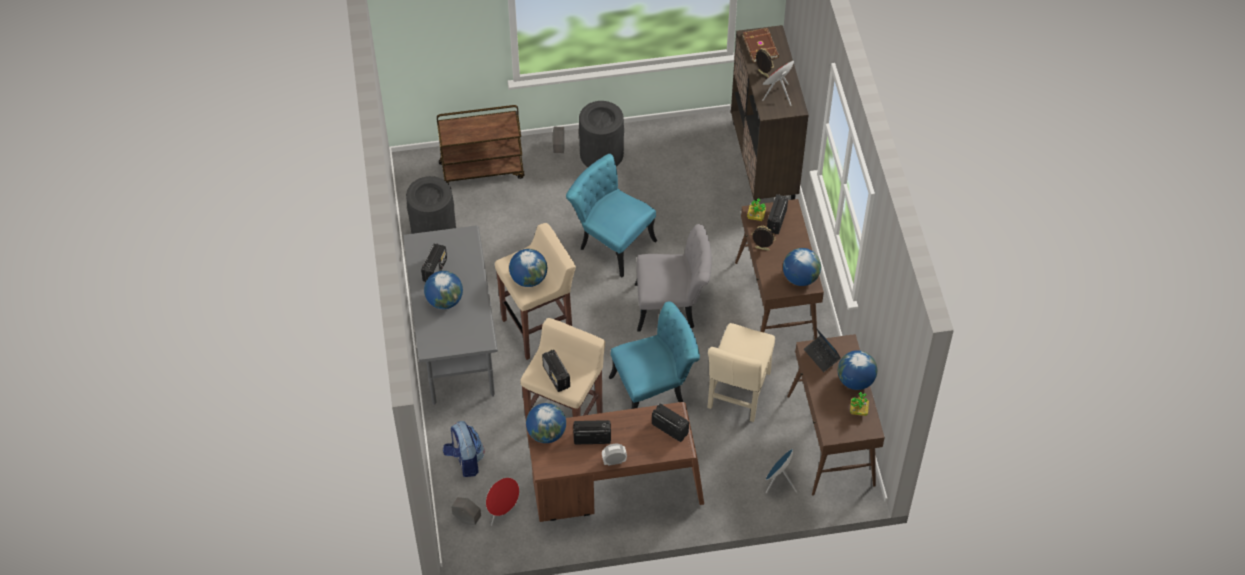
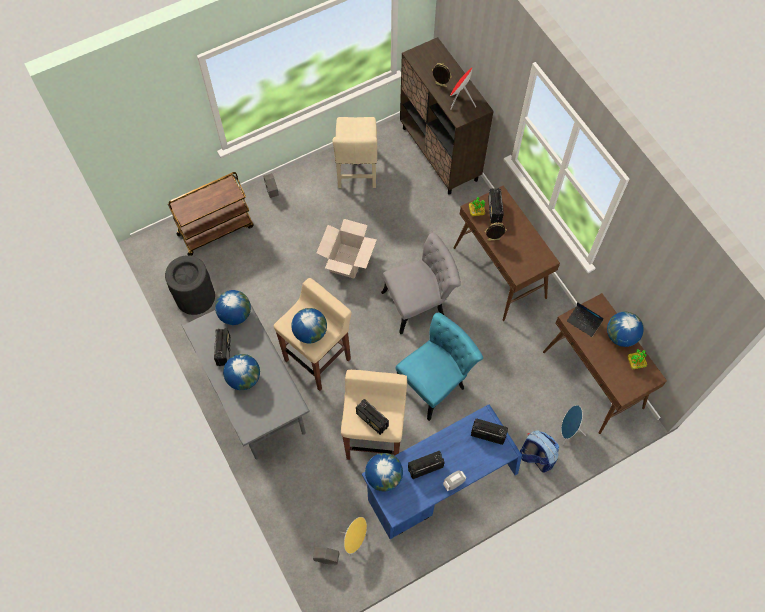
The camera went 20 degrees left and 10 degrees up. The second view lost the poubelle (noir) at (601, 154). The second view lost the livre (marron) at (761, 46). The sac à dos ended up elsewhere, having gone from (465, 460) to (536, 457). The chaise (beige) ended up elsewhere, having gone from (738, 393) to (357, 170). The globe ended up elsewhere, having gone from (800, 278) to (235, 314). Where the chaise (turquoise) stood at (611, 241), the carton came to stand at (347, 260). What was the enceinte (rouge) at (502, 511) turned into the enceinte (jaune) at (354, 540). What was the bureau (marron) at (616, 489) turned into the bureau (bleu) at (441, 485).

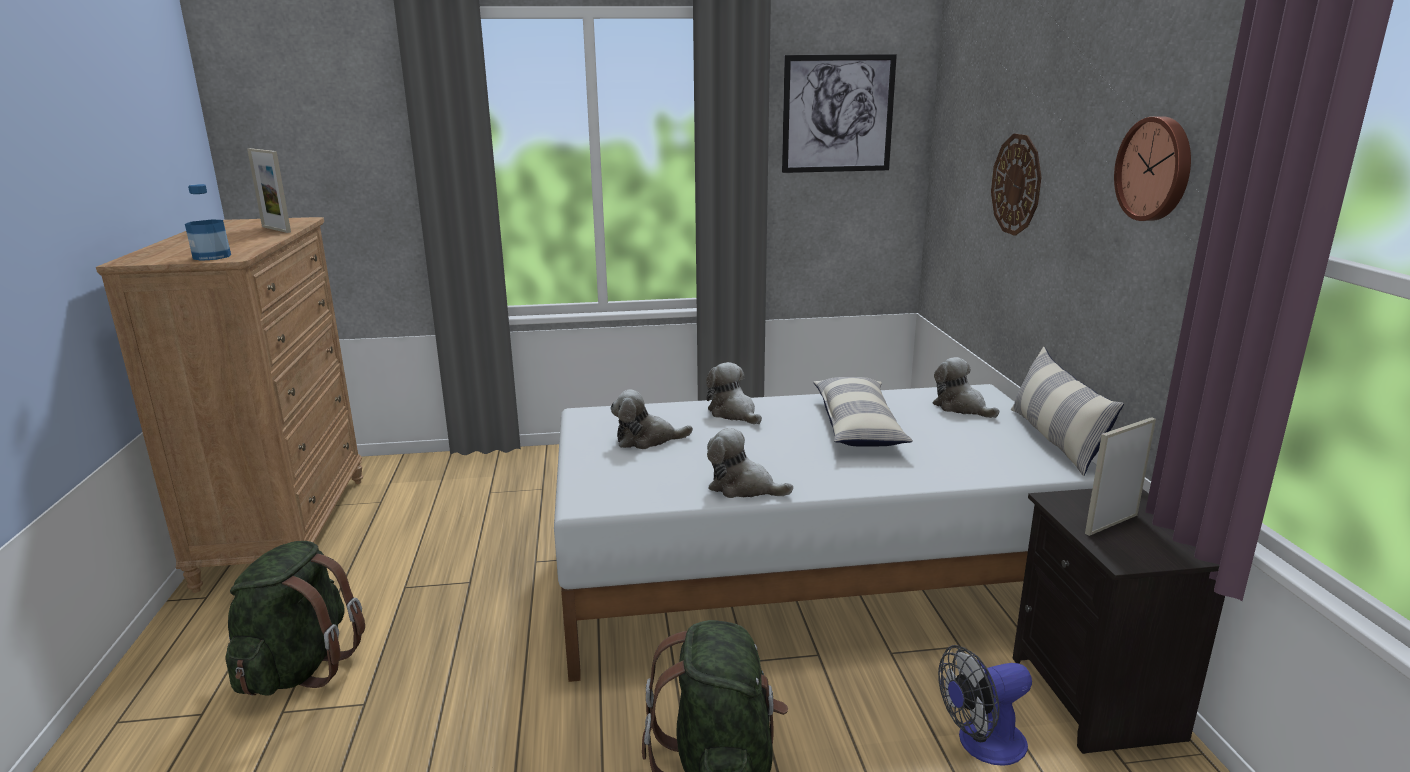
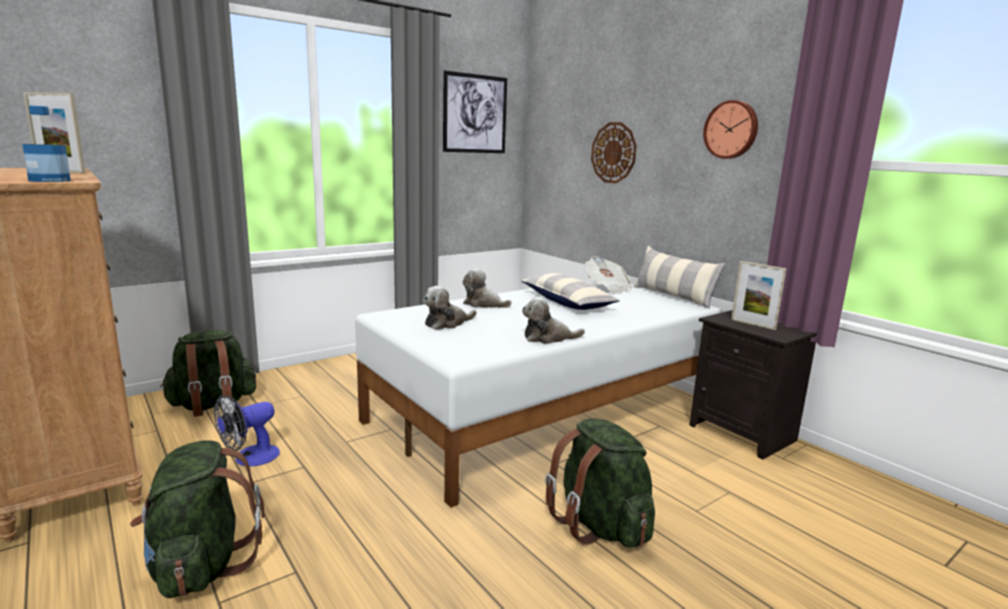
The camera went 30 degrees left and 5 degrees down. The second view gained the sac à dos (vert) at (212, 405). The ventilateur ended up elsewhere, having gone from (981, 744) to (249, 458). Where the peluche stood at (961, 407), the journal came to stand at (607, 288). The cadre photo at (1111, 524) ended up facing another way, 75 degrees counterclockwise from before.

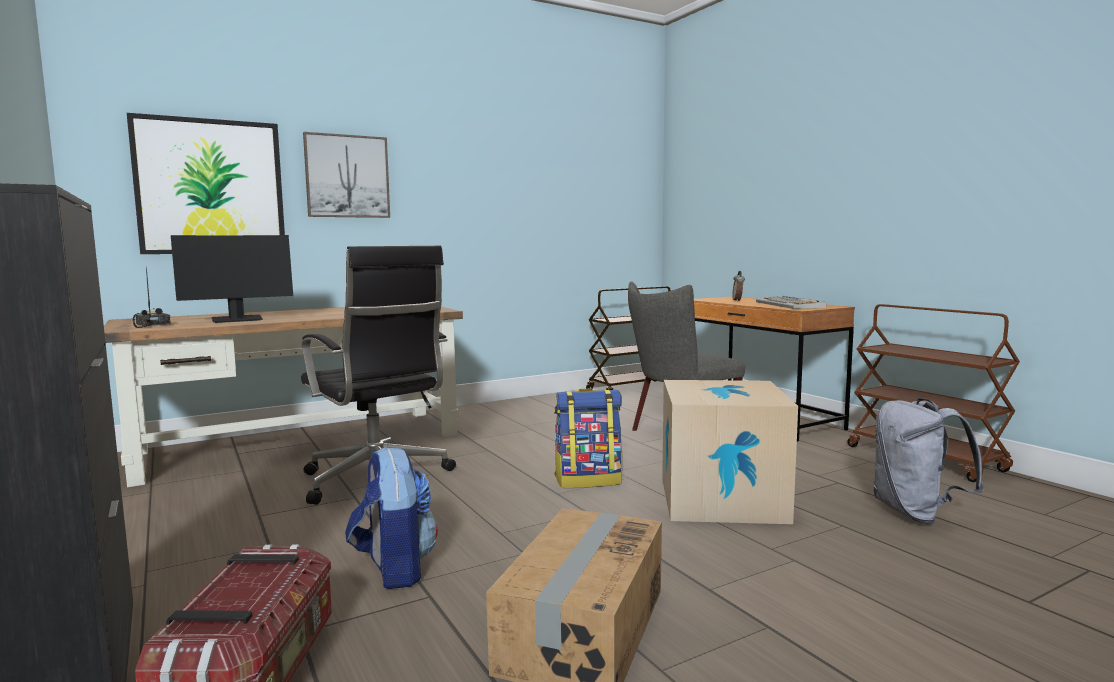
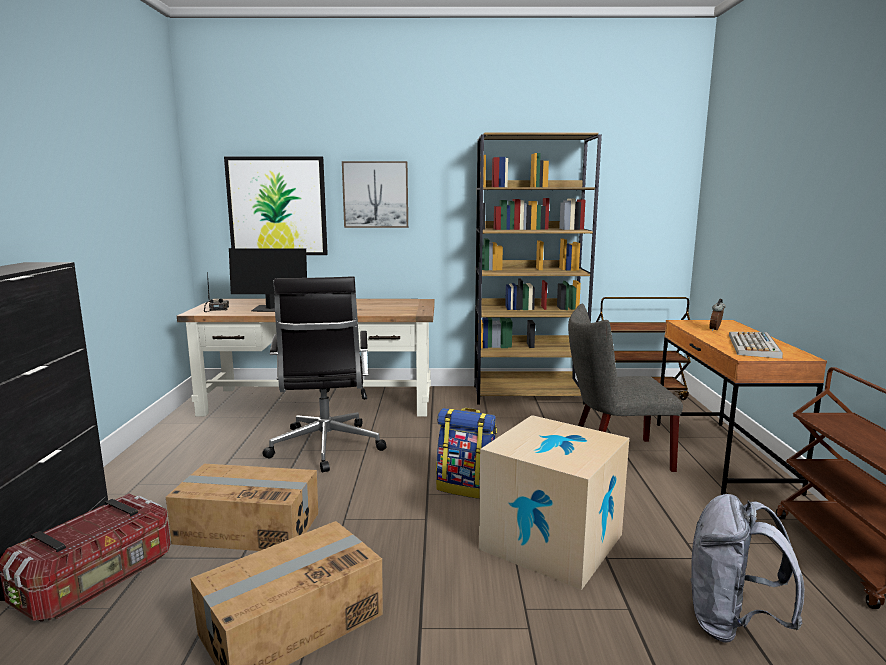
The camera went 30 degrees right and 5 degrees up. The second view gained the bibliothèque (marron) at (528, 395). Where the sac à dos stood at (394, 569), the carton came to stand at (248, 527).

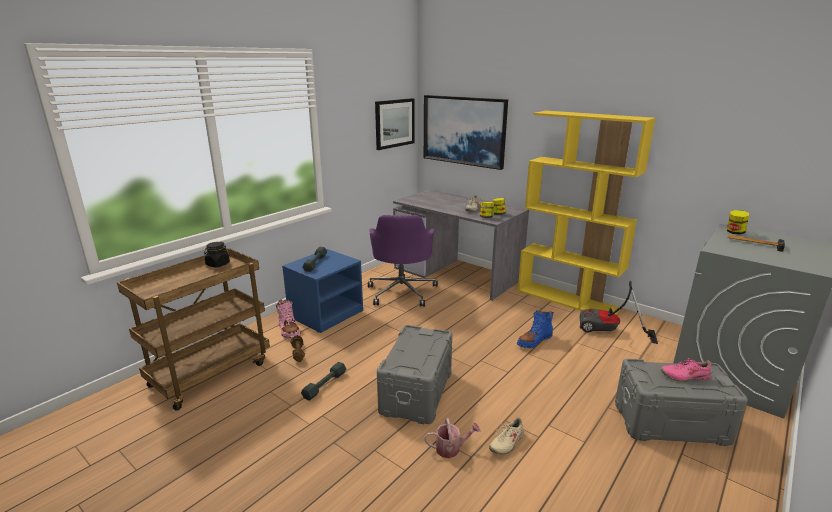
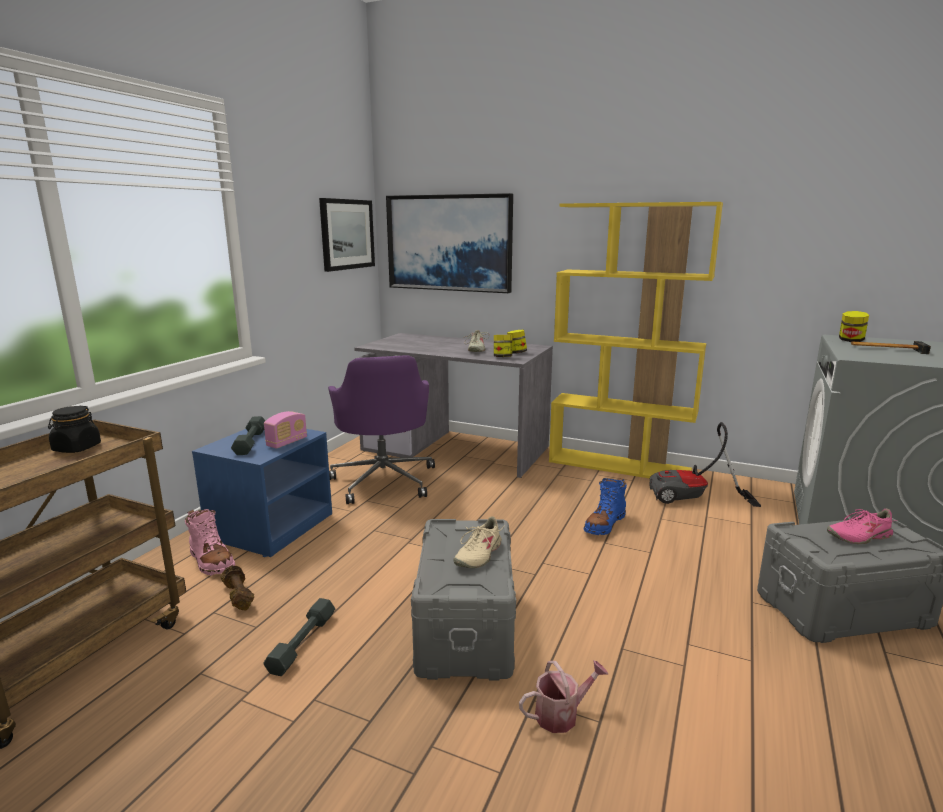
The camera went 15 degrees left and 5 degrees down. The second view gained the radio at (287, 442). The chaussure (beige) ended up elsewhere, having gone from (506, 442) to (478, 555).

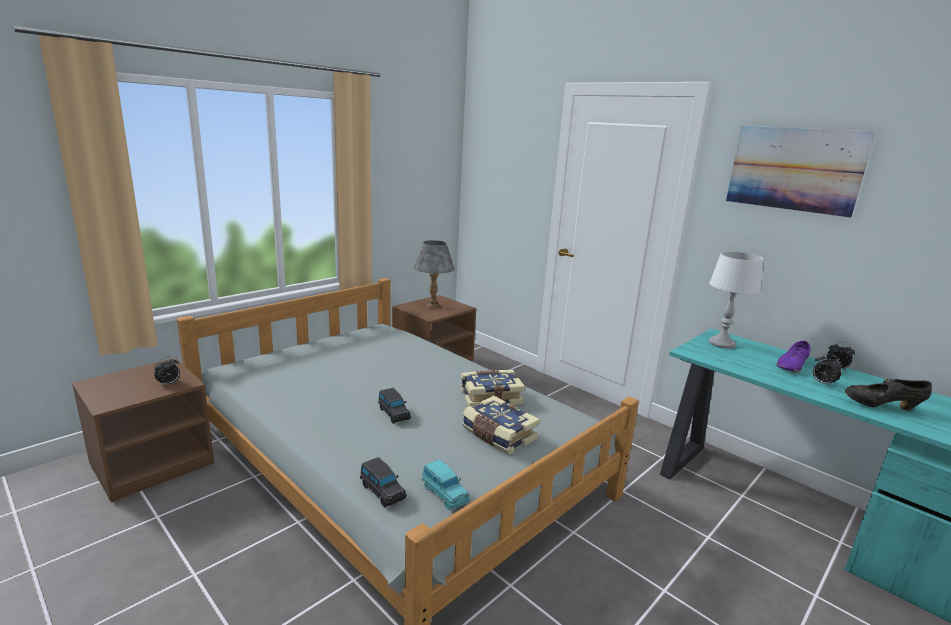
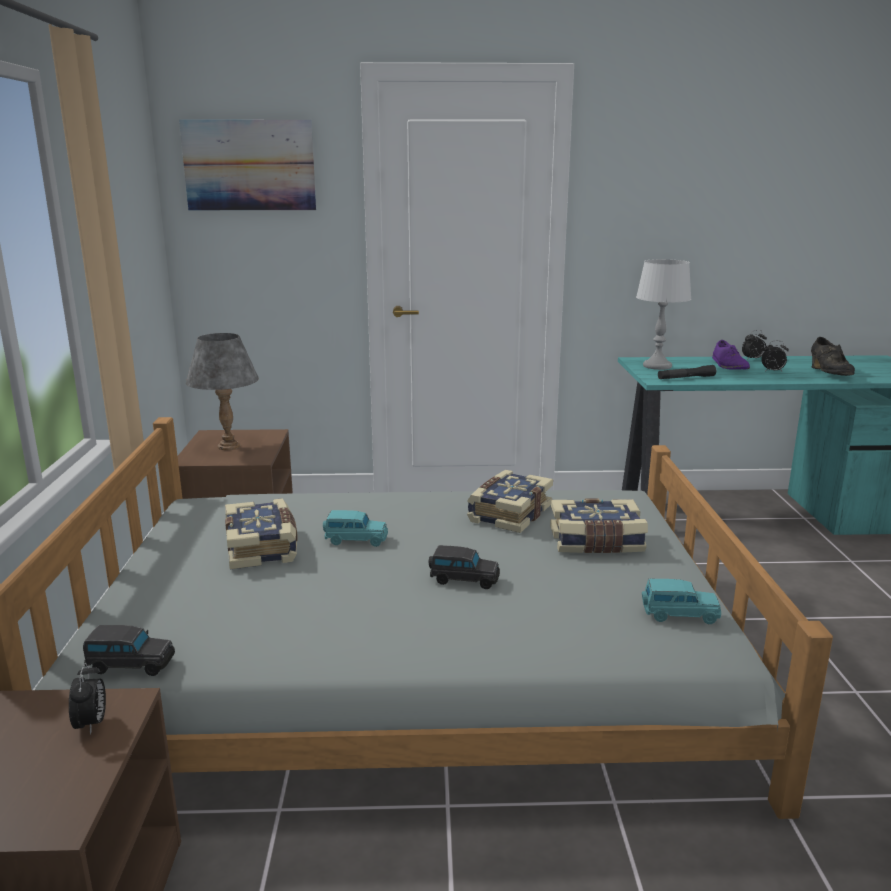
The camera went 45 degrees left and 0 degrees up. The second view gained the livre at (263, 547). The second view gained the petite voiture (turquoise) at (355, 540). The second view gained the lampe de poche (noir) at (686, 378). The petite voiture (noir) ended up elsewhere, having gone from (382, 491) to (130, 665). The tableau ended up elsewhere, having gone from (794, 169) to (249, 165). The chaussure (noir) at (881, 406) ended up facing another way, 60 degrees counterclockwise from before.

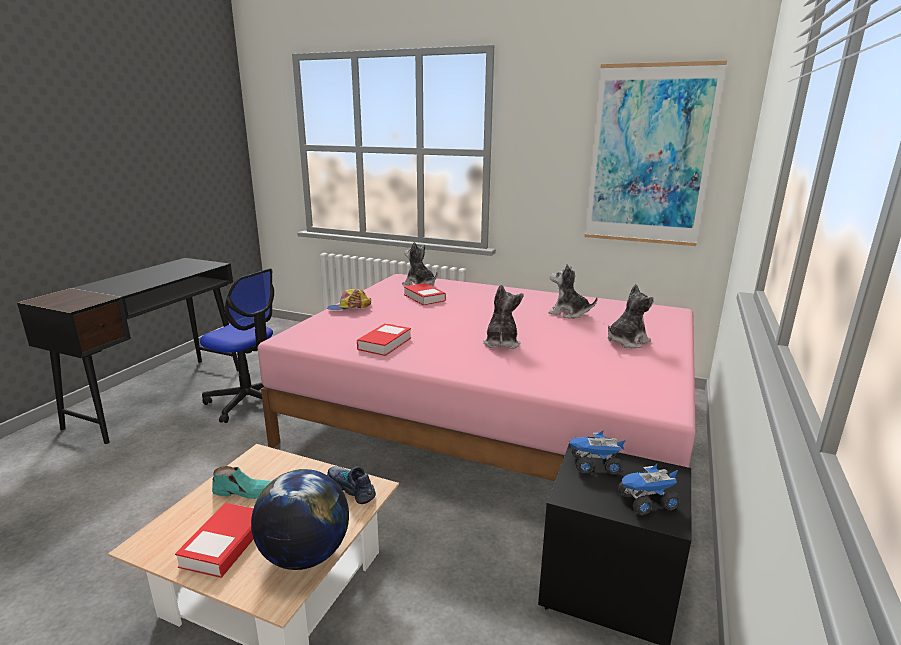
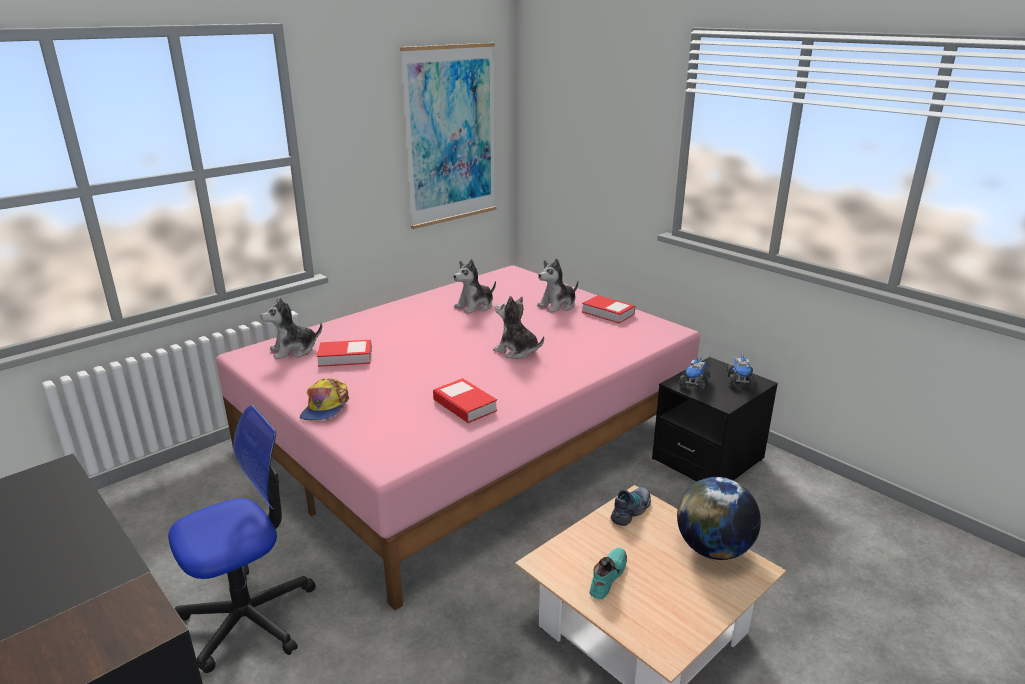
The camera went 65 degrees left and 5 degrees up. The livre ended up elsewhere, having gone from (225, 544) to (608, 313). The chaussure at (351, 488) ended up facing another way, 150 degrees clockwise from before. The peluche at (626, 341) ended up facing another way, 120 degrees counterclockwise from before.

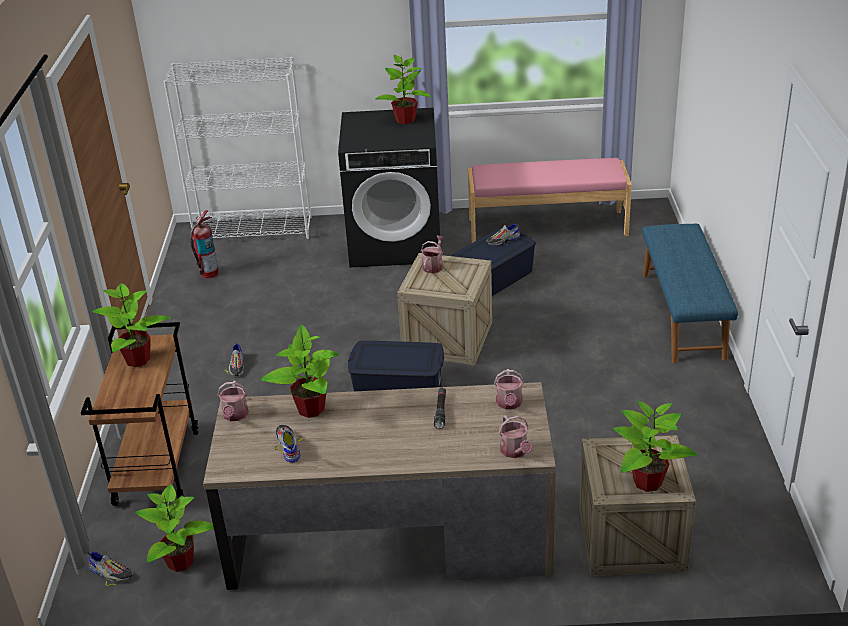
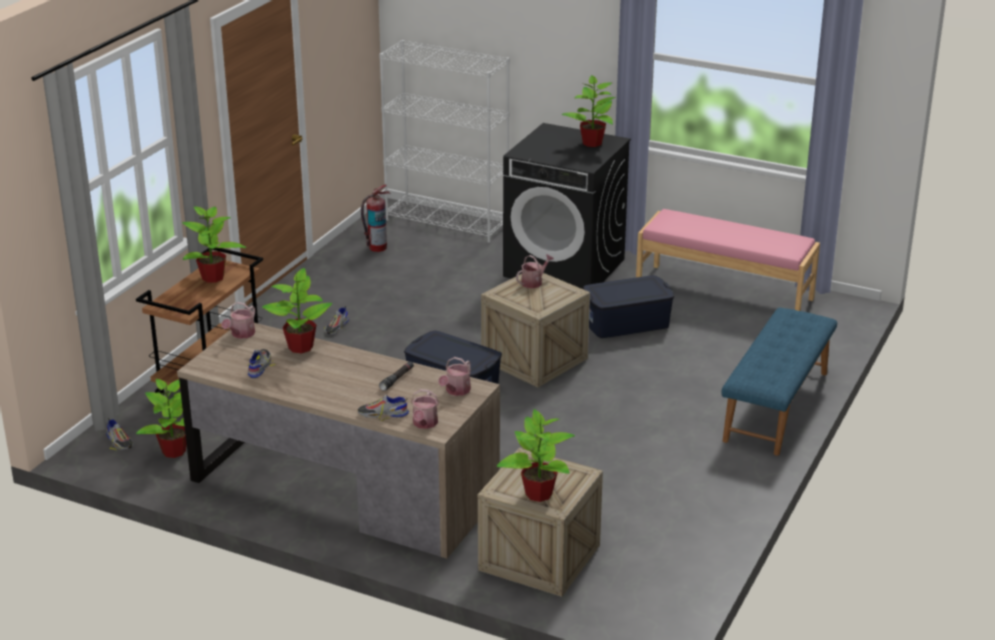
The camera went 25 degrees right and 5 degrees down. The chaussure ended up elsewhere, having gone from (503, 240) to (383, 414).

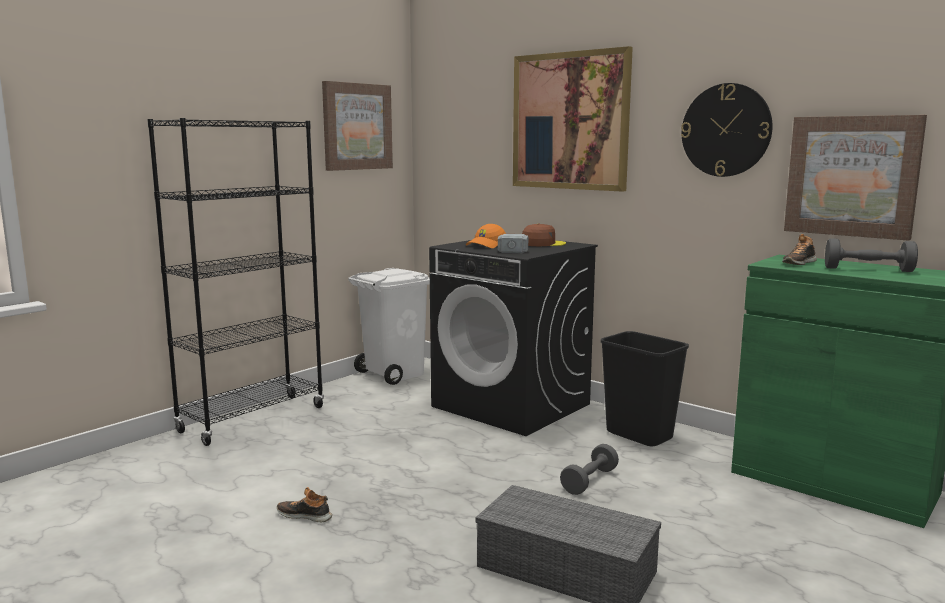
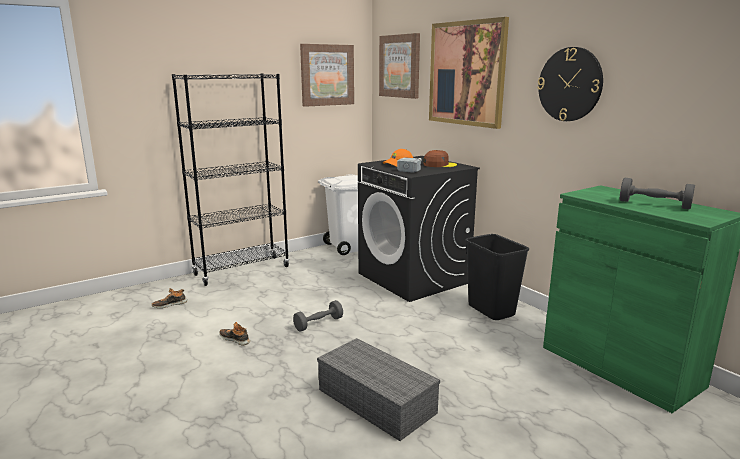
The camera went 15 degrees right and 5 degrees up. The haltère (gris) ended up elsewhere, having gone from (589, 481) to (318, 324). The chaussure ended up elsewhere, having gone from (798, 263) to (170, 304). The tableau ended up elsewhere, having gone from (852, 176) to (400, 66).

